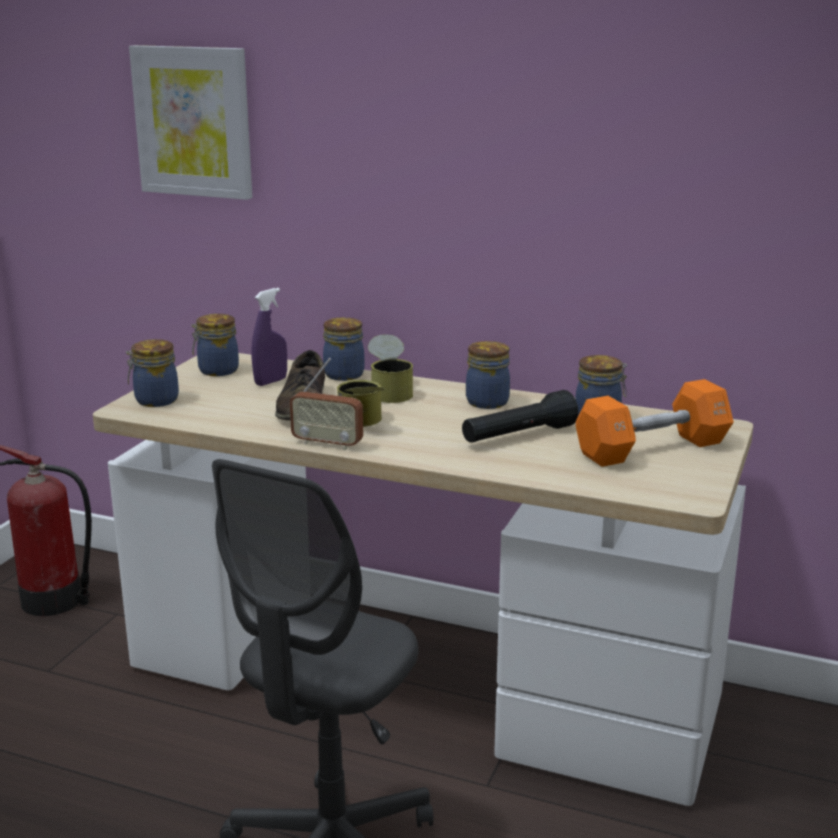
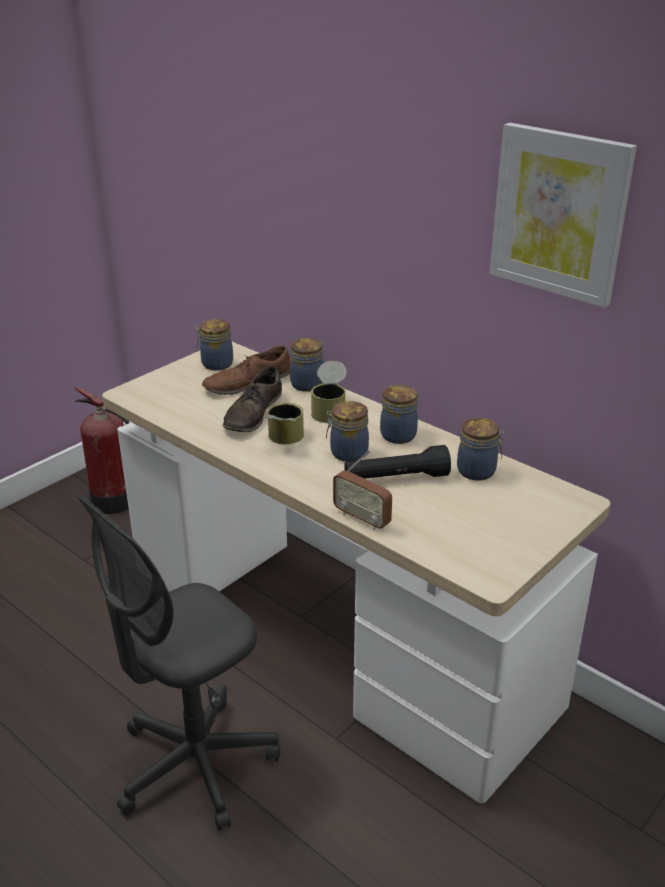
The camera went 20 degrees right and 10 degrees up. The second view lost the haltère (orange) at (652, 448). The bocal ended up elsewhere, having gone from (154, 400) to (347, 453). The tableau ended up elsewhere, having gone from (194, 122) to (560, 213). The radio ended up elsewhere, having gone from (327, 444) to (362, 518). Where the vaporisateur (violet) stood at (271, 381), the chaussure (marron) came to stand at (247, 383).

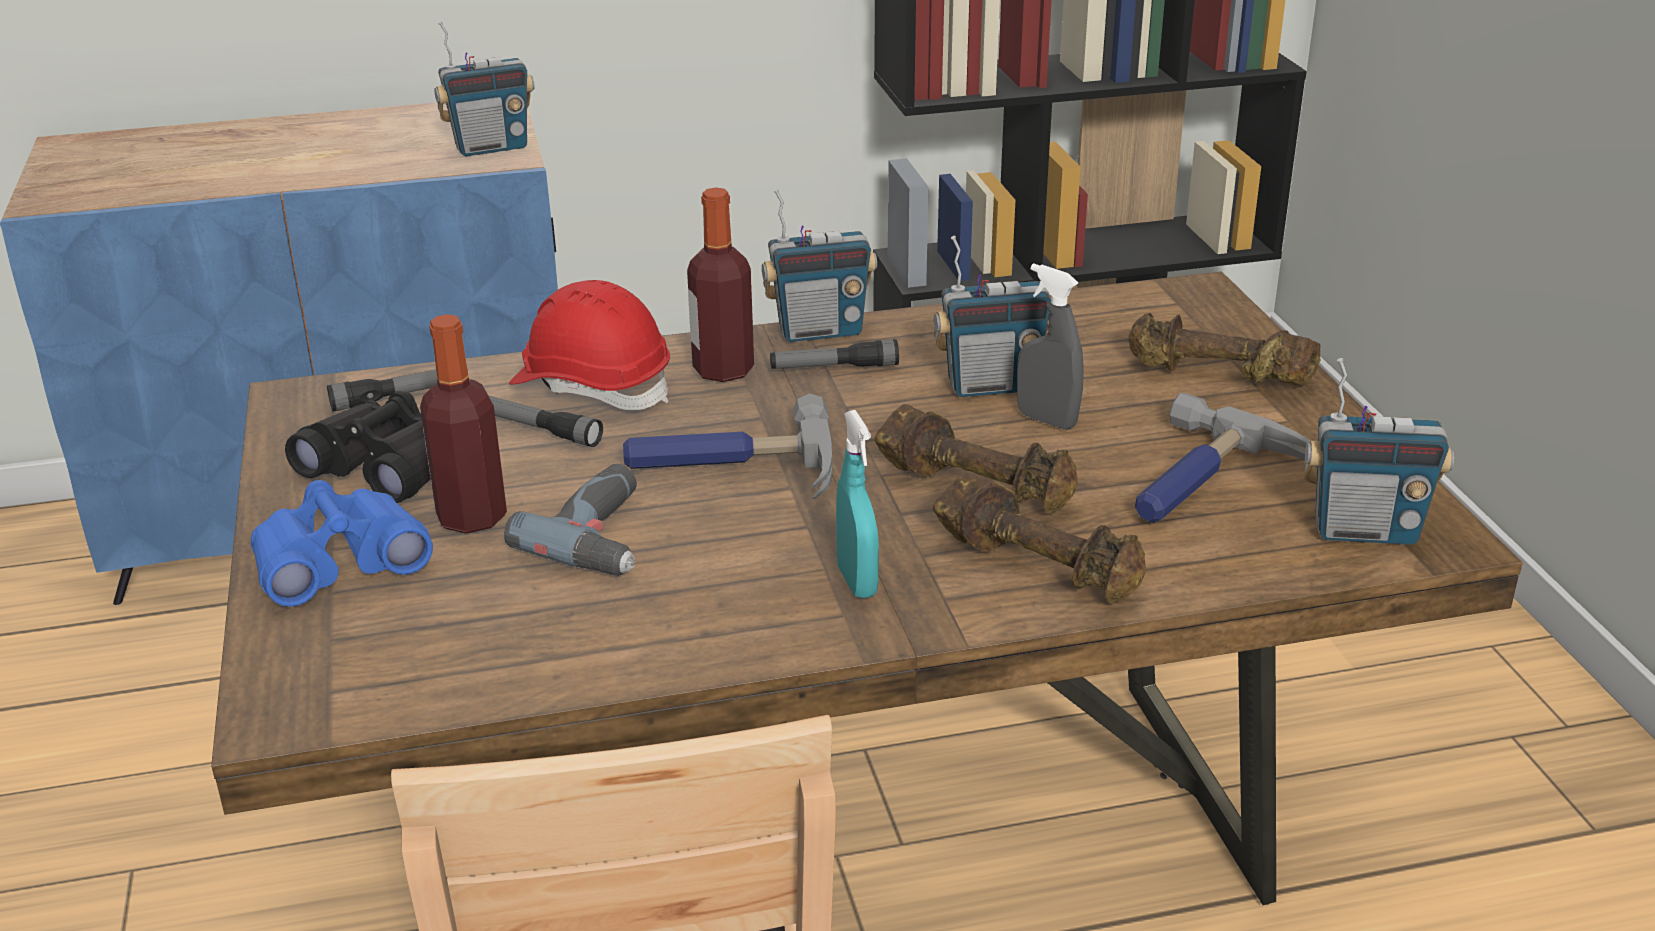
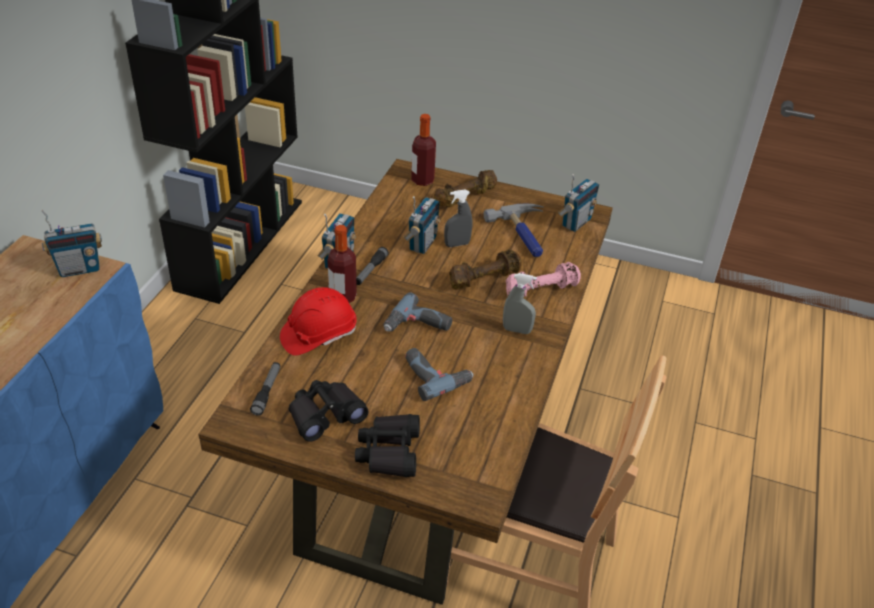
The camera went 60 degrees left and 10 degrees up. The second view lost the lampe de poche at (540, 430). The bouteille ended up elsewhere, having gone from (472, 517) to (422, 180). Where the marteau stood at (730, 468), the perceuse came to stand at (418, 326). What was the jumelles (bleu) at (339, 562) turned into the jumelles (noir) at (389, 452). What was the vaporisateur (turquoise) at (857, 582) turned into the vaporisateur (gris) at (517, 330). What was the haltère (marron) at (1040, 566) turned into the haltère (rose) at (541, 289). The radio at (491, 147) ended up facing another way, 60 degrees clockwise from before.

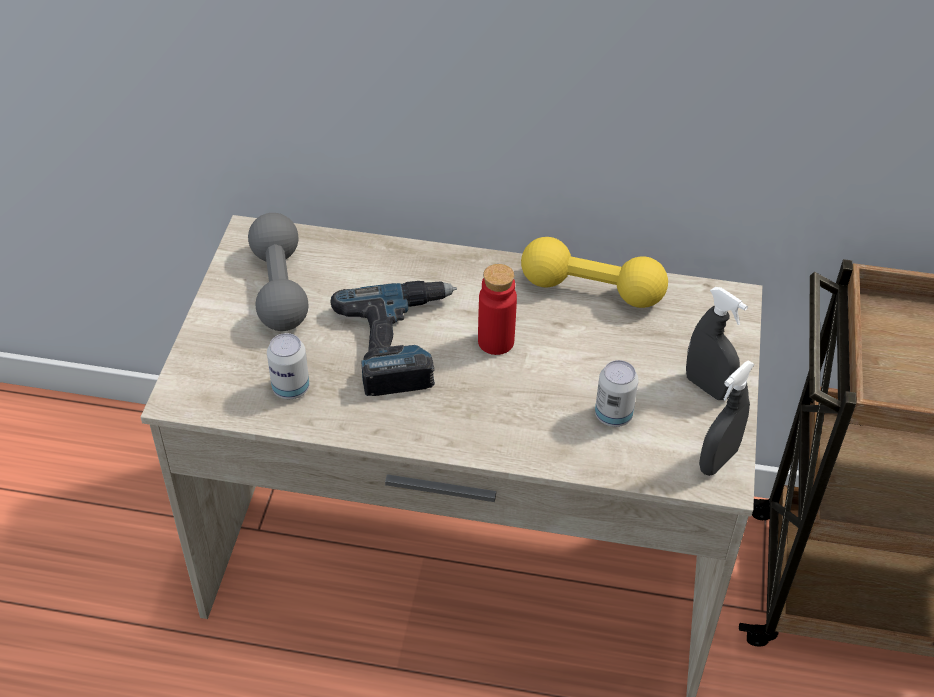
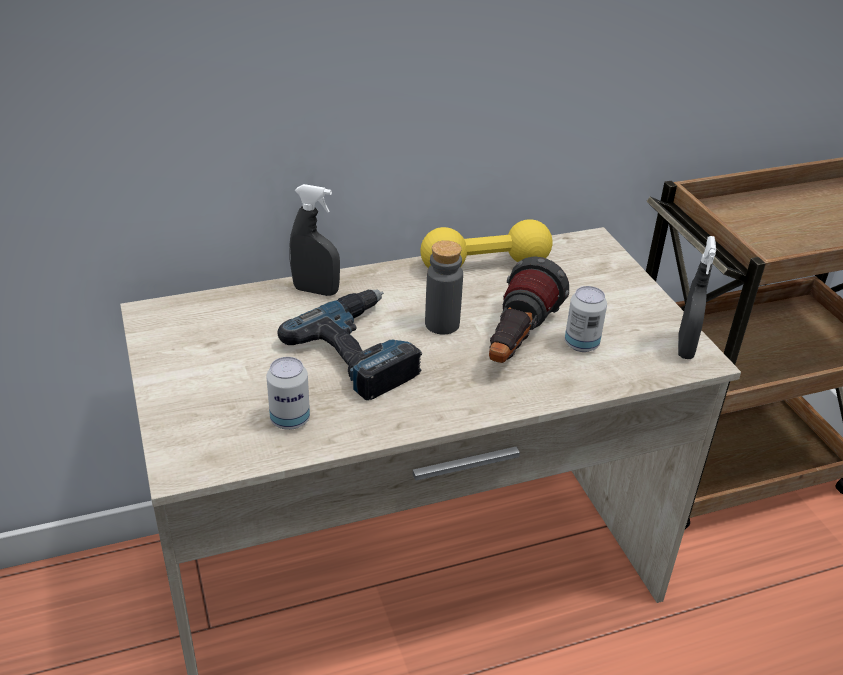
The camera went 30 degrees left and 10 degrees down. The second view lost the haltère (gris) at (279, 288). The second view gained the lampe de poche at (517, 342). The vaporisateur (gris) ended up elsewhere, having gone from (707, 387) to (316, 291). What was the bouteille (rouge) at (496, 341) turned into the bouteille (gris) at (442, 324).

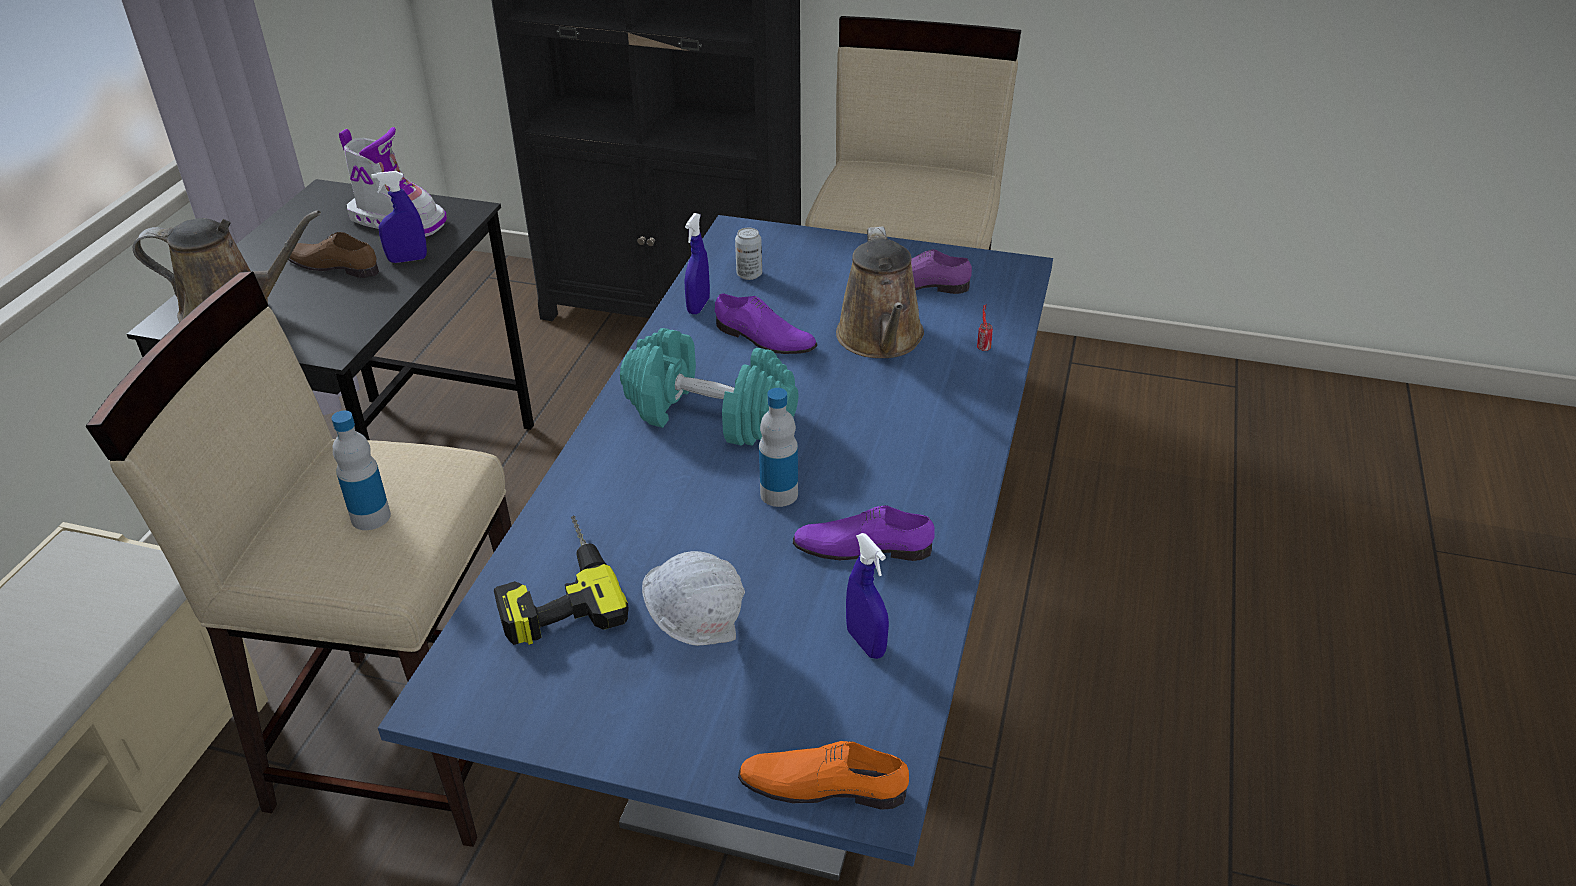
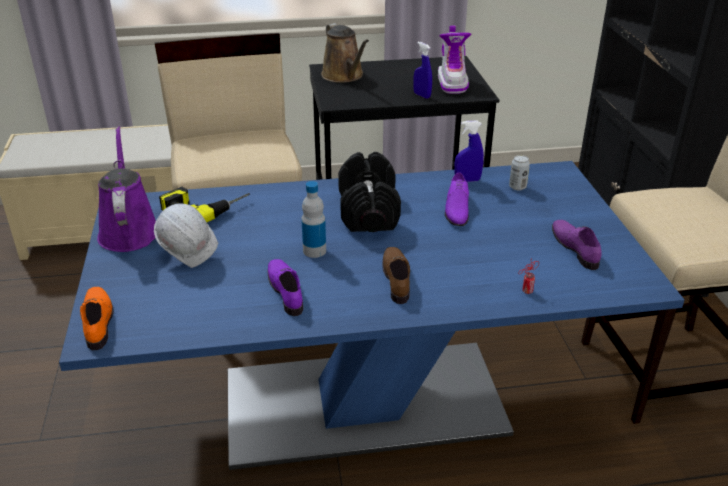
The camera went 65 degrees right and 5 degrees down. The second view lost the bouteille at (370, 517). The second view lost the arrosoir (marron) at (881, 339). The second view lost the vaporisateur (bleu) at (865, 643). The second view gained the arrosoir (violet) at (129, 231). The chaussure (marron) ended up elsewhere, having gone from (334, 265) to (397, 278). What was the haltère (turquoise) at (709, 415) turned into the haltère (noir) at (368, 211).

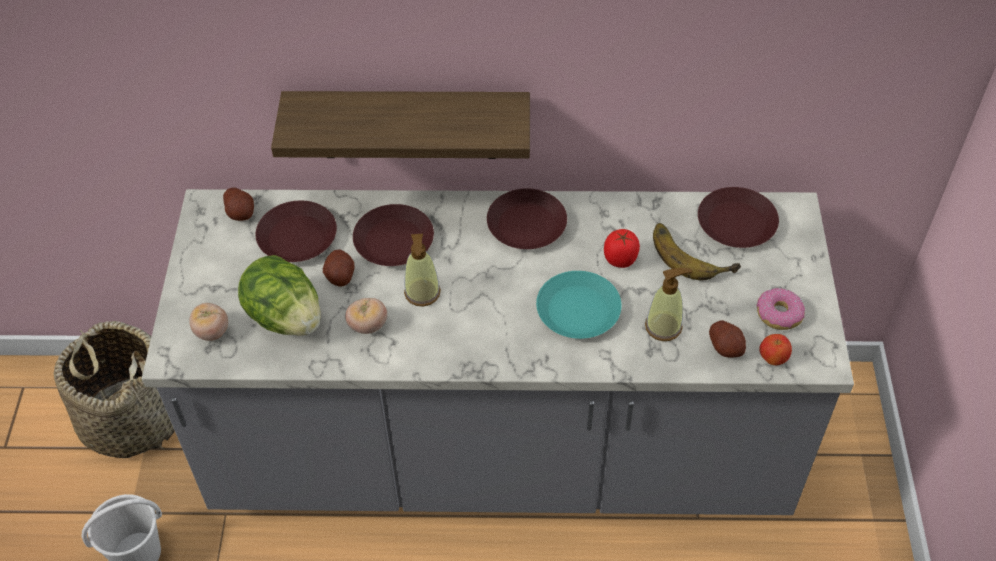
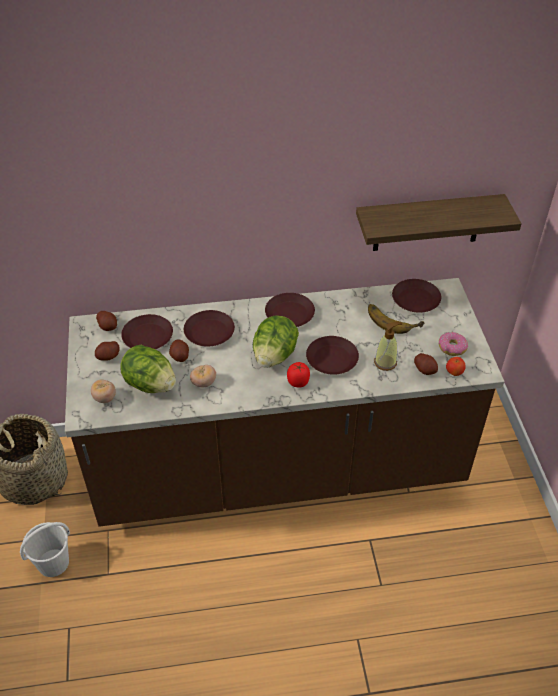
The camera went 10 degrees left and 5 degrees down. The second view lost the distributeur de savon at (422, 293). The second view gained the pomme de terre at (108, 356). The second view gained the laitue at (274, 355). The étagère ended up elsewhere, having gone from (408, 124) to (427, 223). The tomate ended up elsewhere, having gone from (620, 259) to (298, 382). What was the comptoir de cuisine (gris) at (500, 450) turned into the comptoir de cuisine (marron) at (279, 468). What was the assiette (turquoise) at (577, 310) turned into the assiette (marron) at (331, 359).

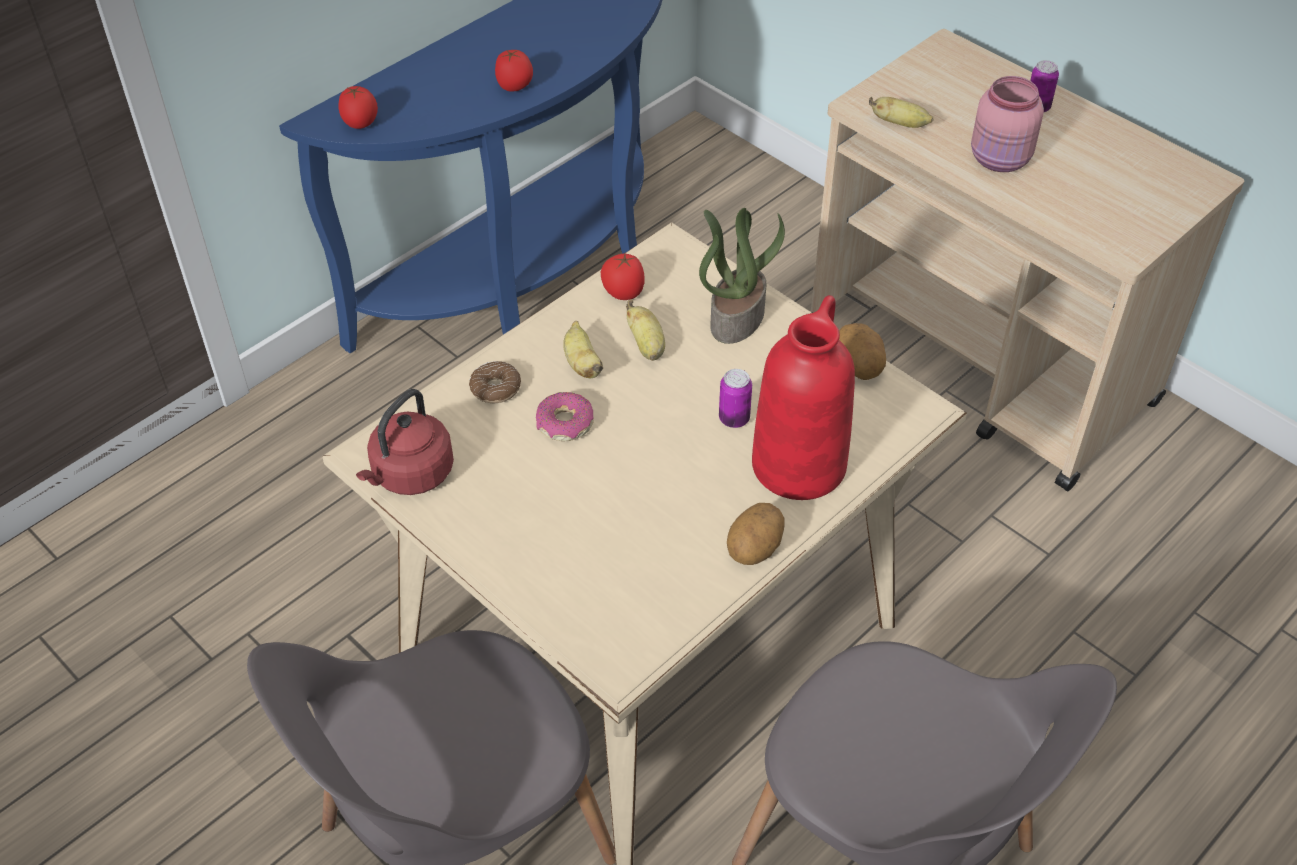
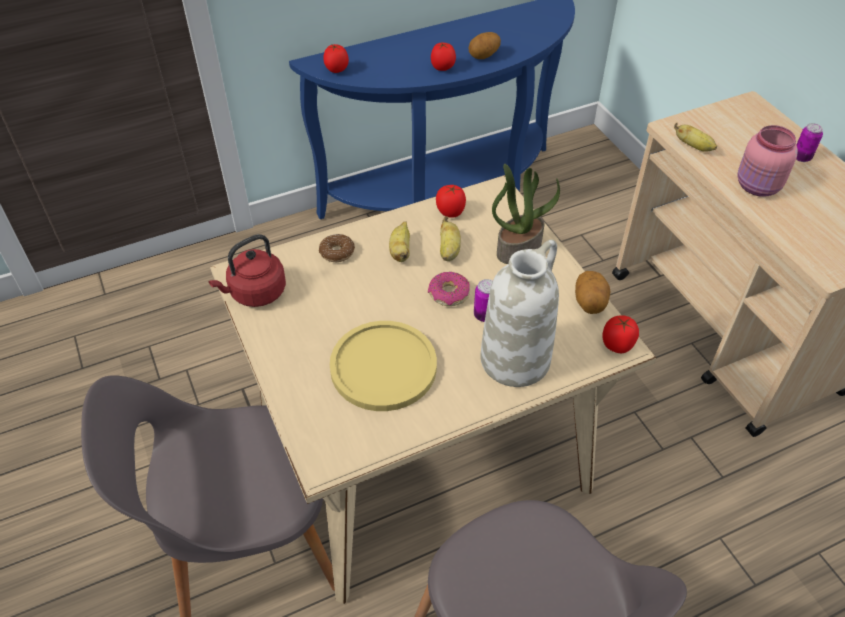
The camera went 20 degrees right and 0 degrees up. The second view gained the assiette (jaune) at (383, 367). The second view gained the tomate at (617, 345). The beignet ended up elsewhere, having gone from (564, 424) to (448, 294). The pomme de terre ended up elsewhere, having gone from (755, 549) to (484, 56). What was the vase (rouge) at (798, 463) turned into the vase (blanc) at (515, 358).

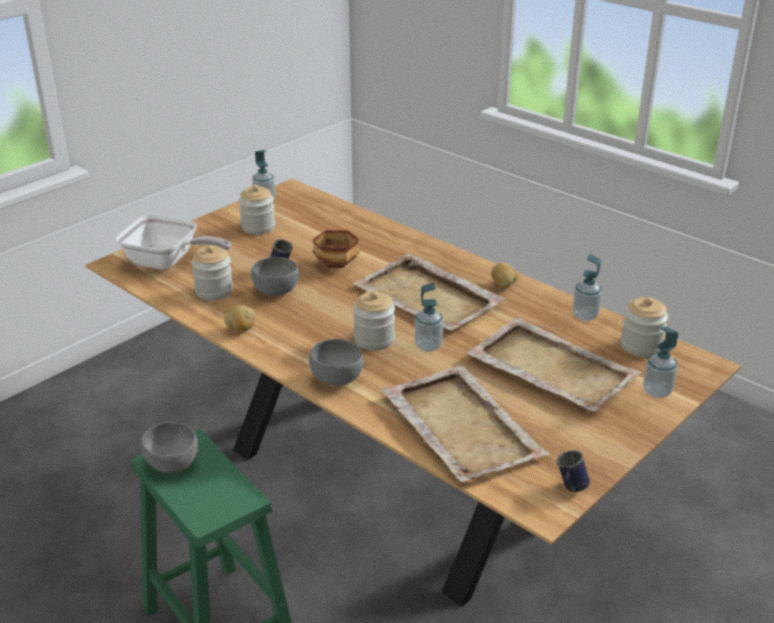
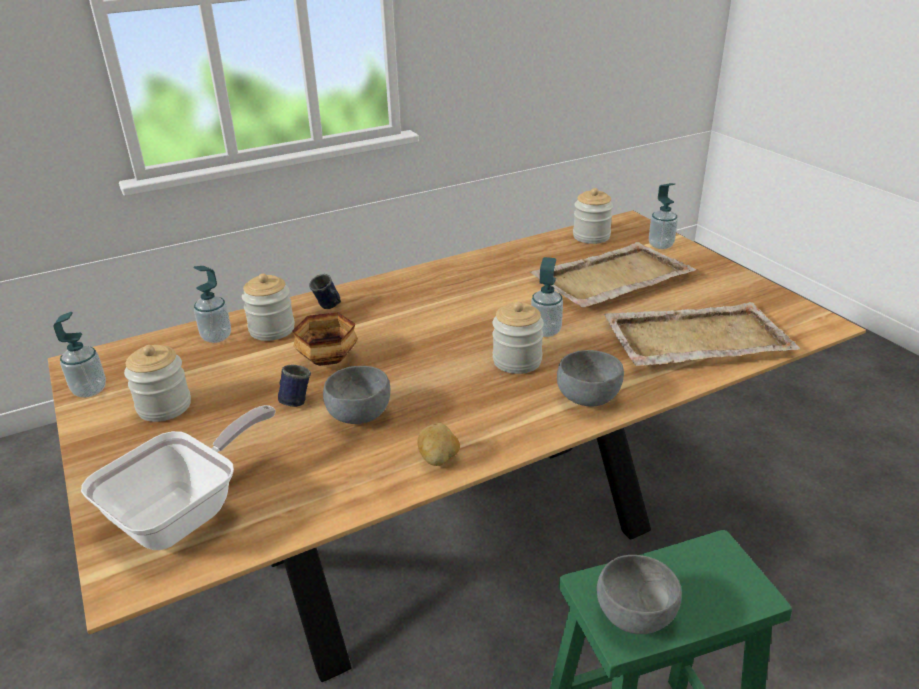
The camera went 70 degrees left and 0 degrees up. The second view lost the plateau (beige) at (429, 297). The second view lost the pomme de terre at (503, 285). The bocal ended up elsewhere, having gone from (214, 291) to (272, 329). The mug (bleu) ended up elsewhere, having gone from (570, 488) to (329, 307). The distributeur de savon ended up elsewhere, having gone from (585, 316) to (216, 337).

